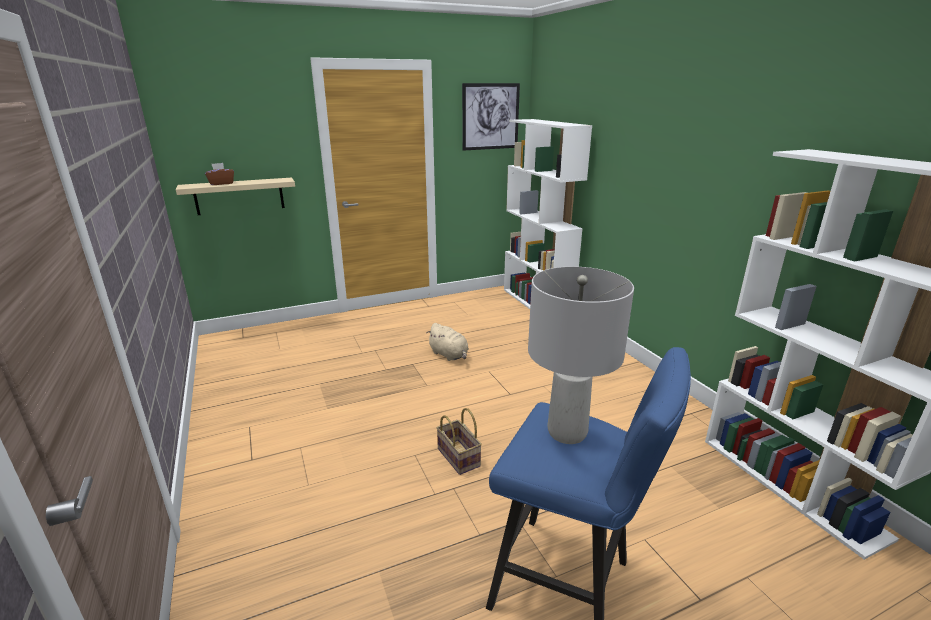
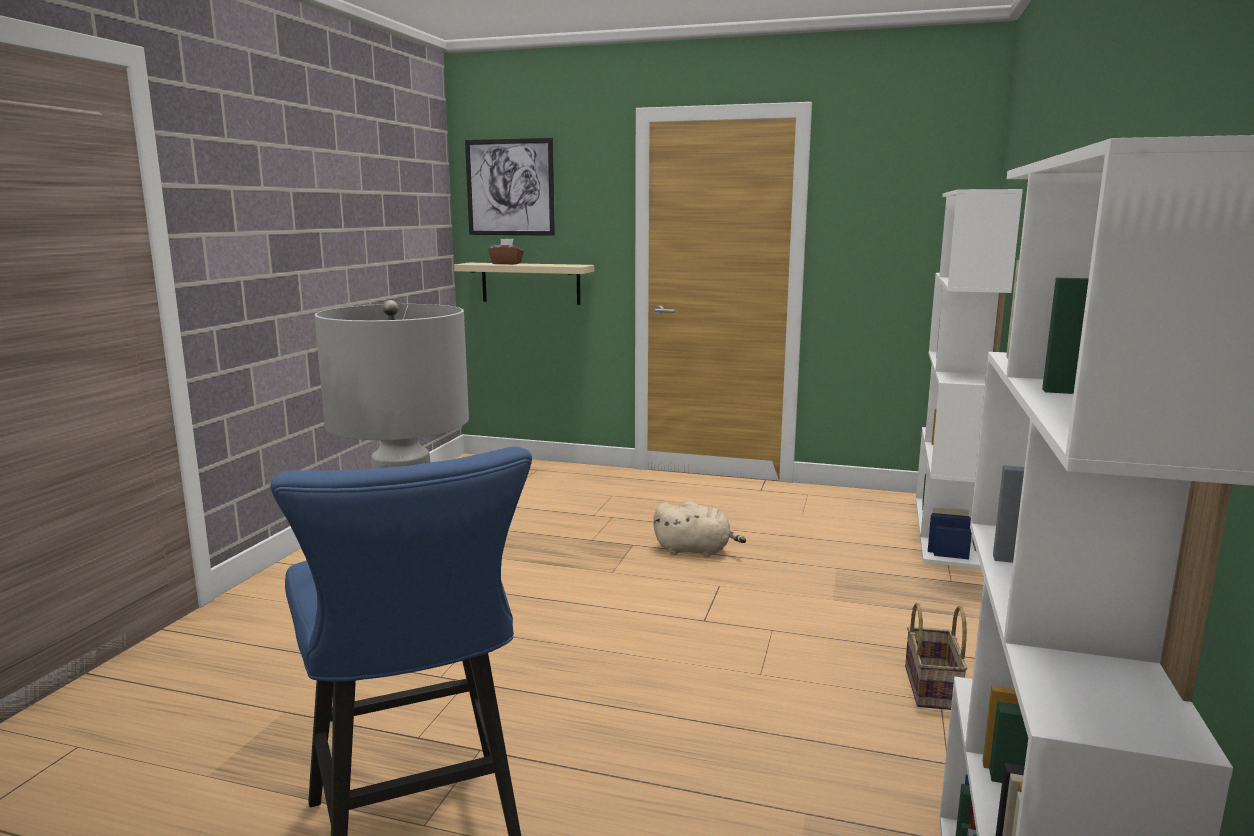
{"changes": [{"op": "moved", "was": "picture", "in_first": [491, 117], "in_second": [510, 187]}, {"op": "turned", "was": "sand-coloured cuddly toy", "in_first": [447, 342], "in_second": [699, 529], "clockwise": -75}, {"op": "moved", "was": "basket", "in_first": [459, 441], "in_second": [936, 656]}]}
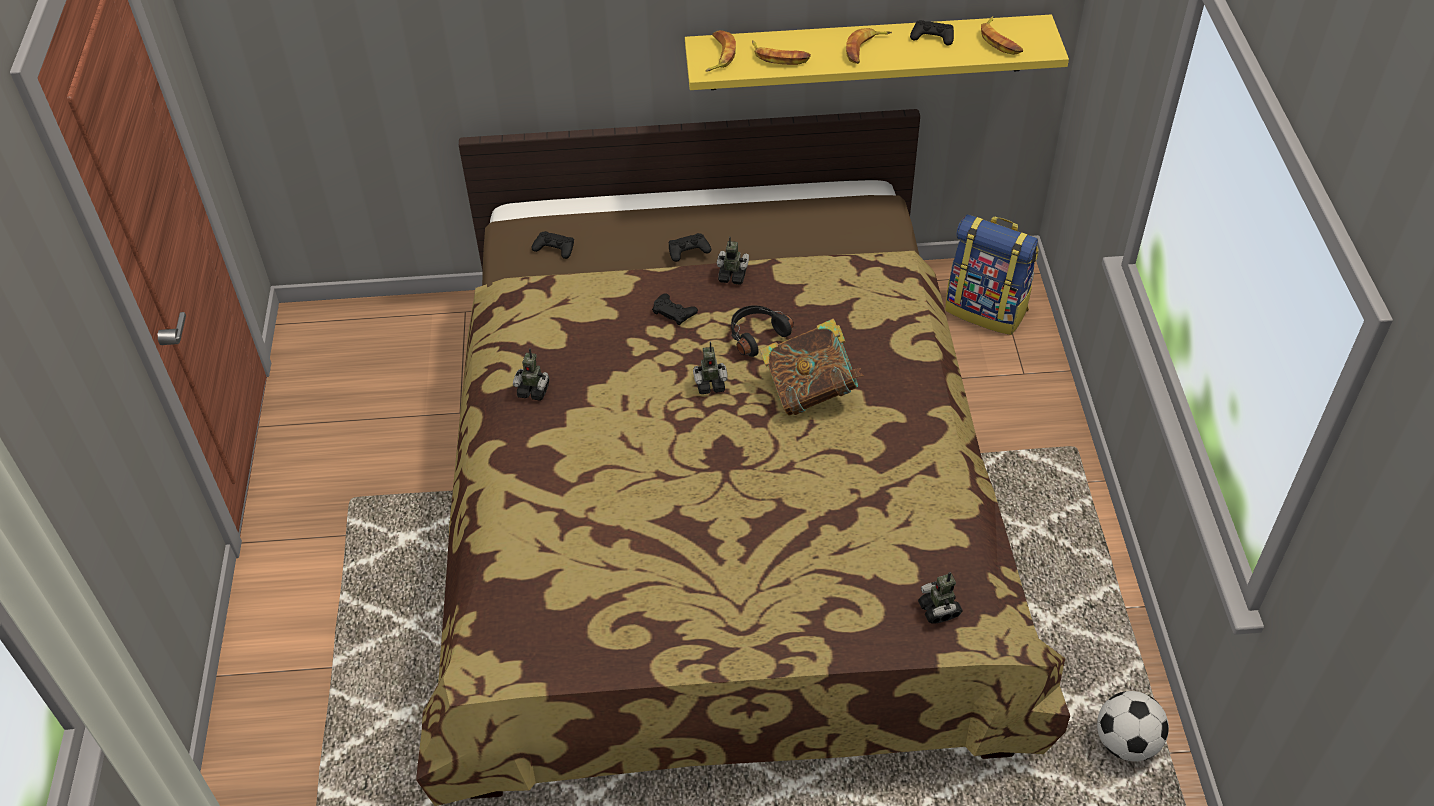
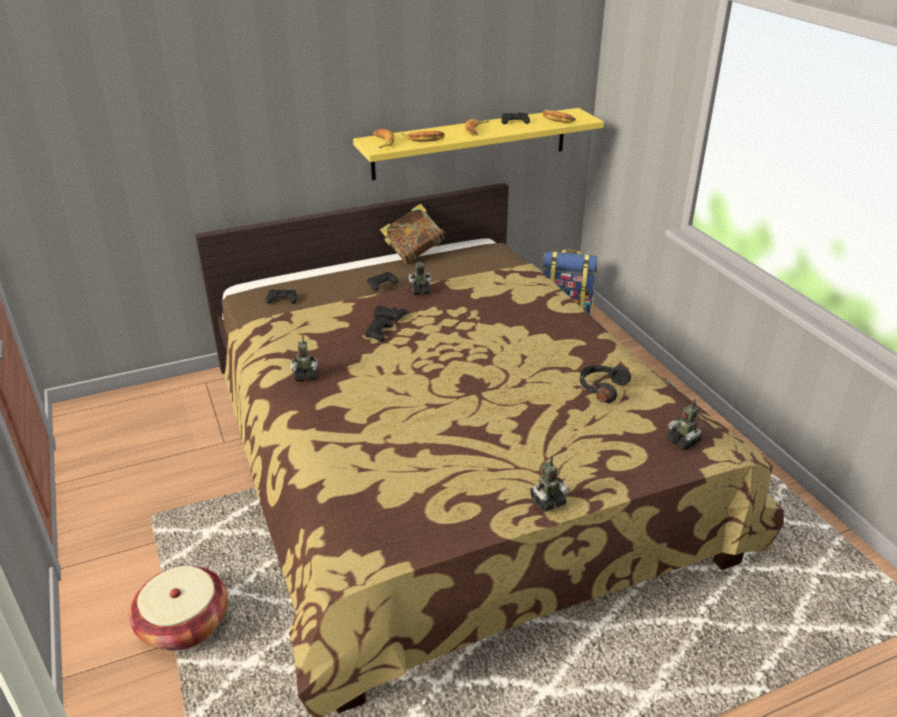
{"changes": [{"op": "added", "now": "basket", "in_second": [178, 608]}, {"op": "added", "now": "blackish gamepad", "in_second": [379, 329]}, {"op": "moved", "was": "book", "in_first": [811, 367], "in_second": [413, 234]}, {"op": "moved", "was": "model robot", "in_first": [710, 368], "in_second": [549, 483]}, {"op": "moved", "was": "blackish pair of headphones", "in_first": [762, 331], "in_second": [605, 384]}, {"op": "removed", "was": "football ball", "in_first": [1133, 726]}]}
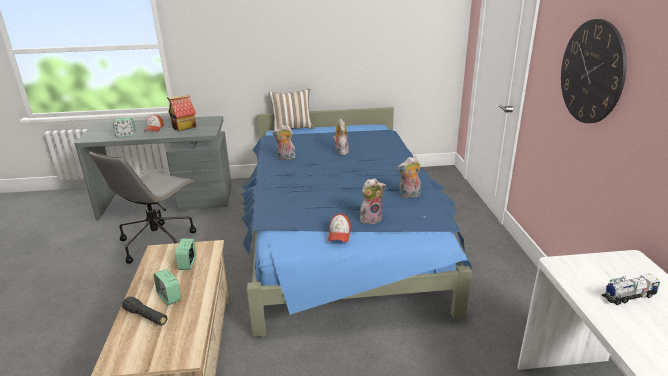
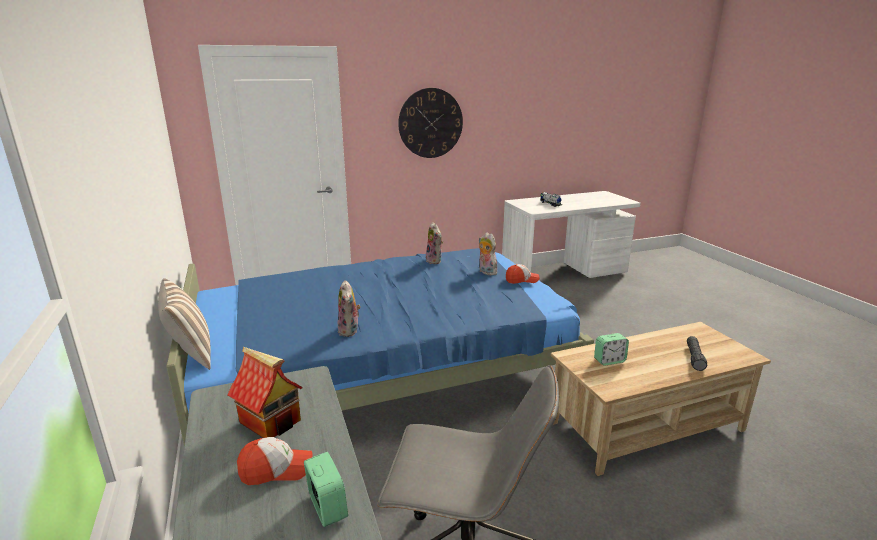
{"changes": [{"op": "removed", "was": "alarm clock", "in_first": [167, 287]}, {"op": "removed", "was": "cuddly toy", "in_first": [341, 137]}]}
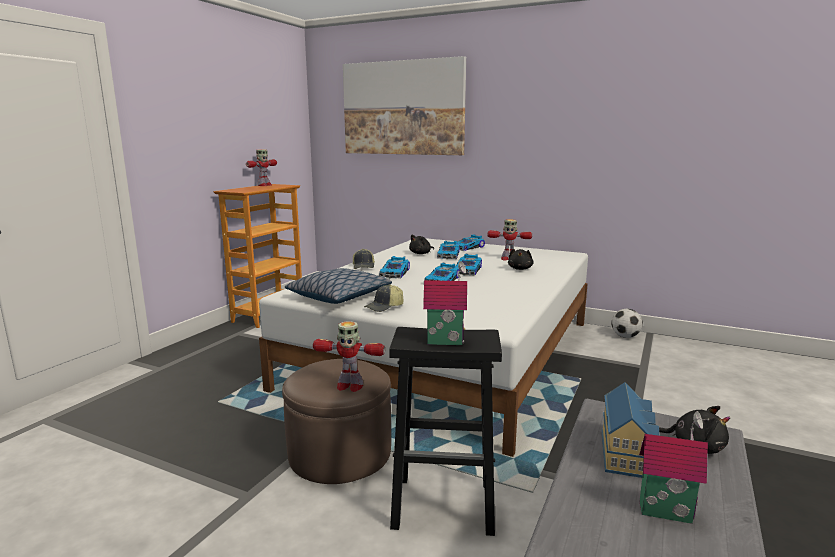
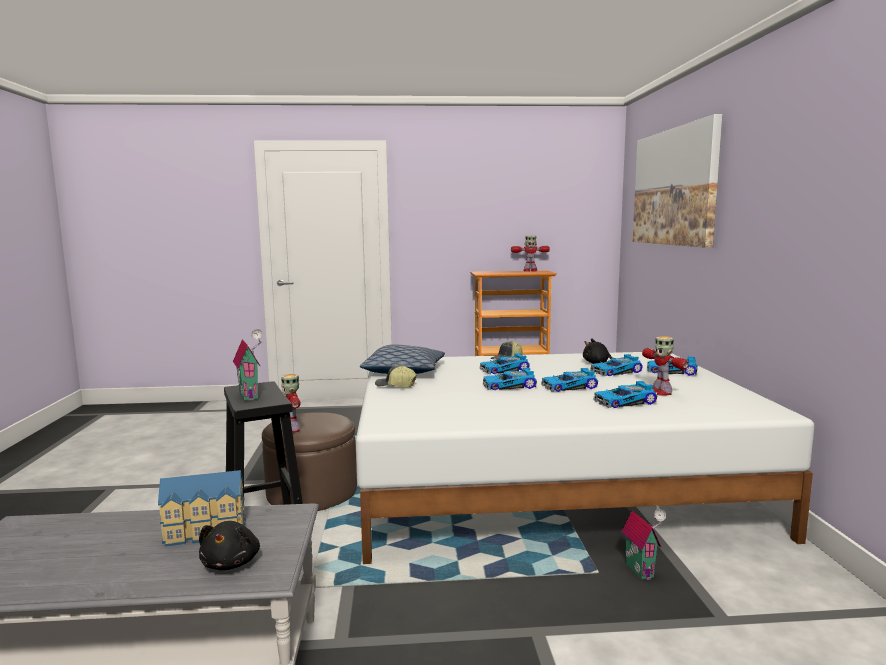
{"changes": [{"op": "replaced", "was": "blackish cuddly toy", "now": "model car", "in_first": [521, 259], "in_second": [625, 394]}, {"op": "moved", "was": "model house", "in_first": [674, 467], "in_second": [644, 544]}, {"op": "removed", "was": "football ball", "in_first": [627, 323]}]}
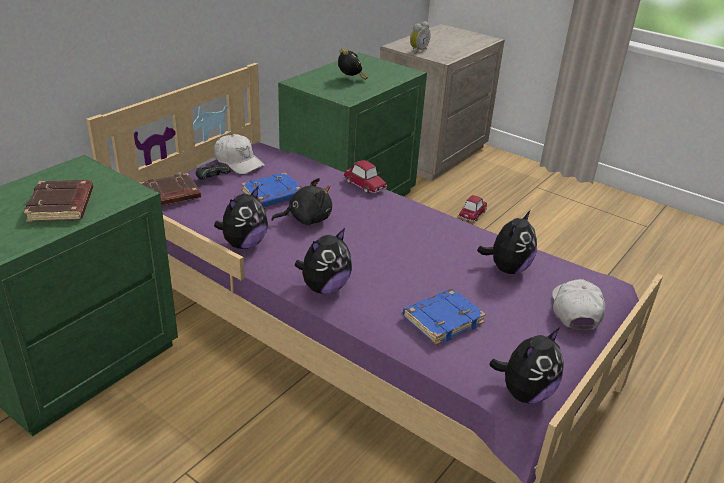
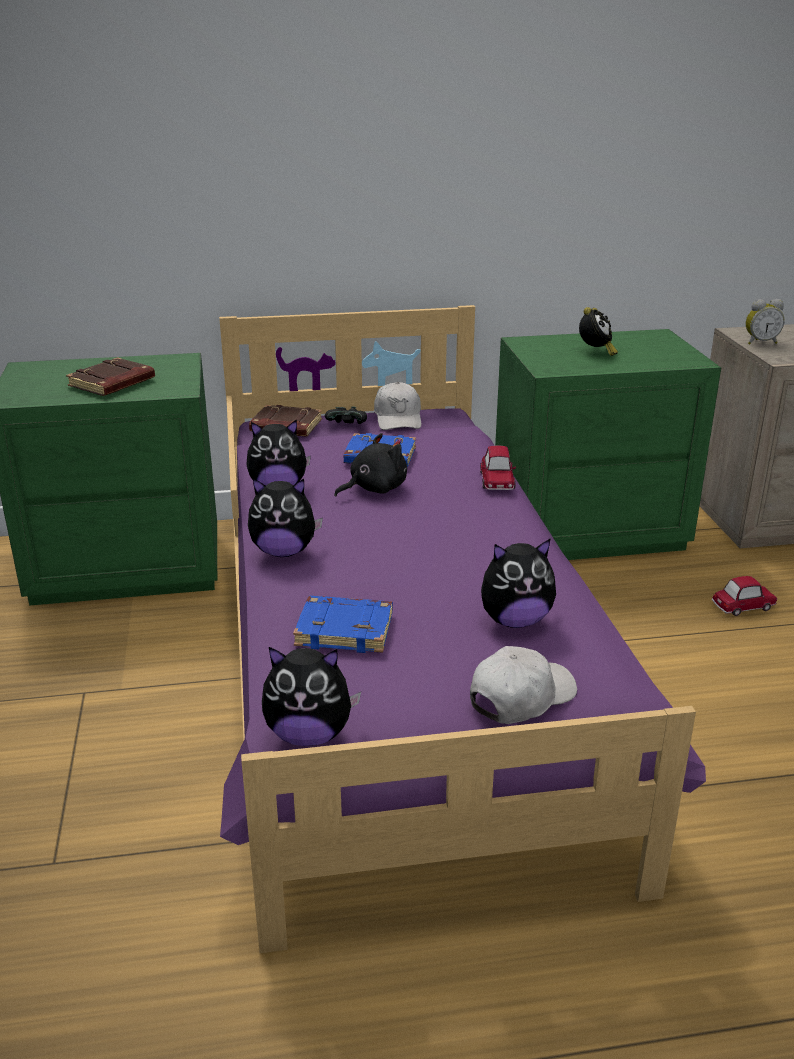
{"changes": [{"op": "turned", "was": "blackish cuddly toy", "in_first": [301, 201], "in_second": [370, 465], "clockwise": -60}]}
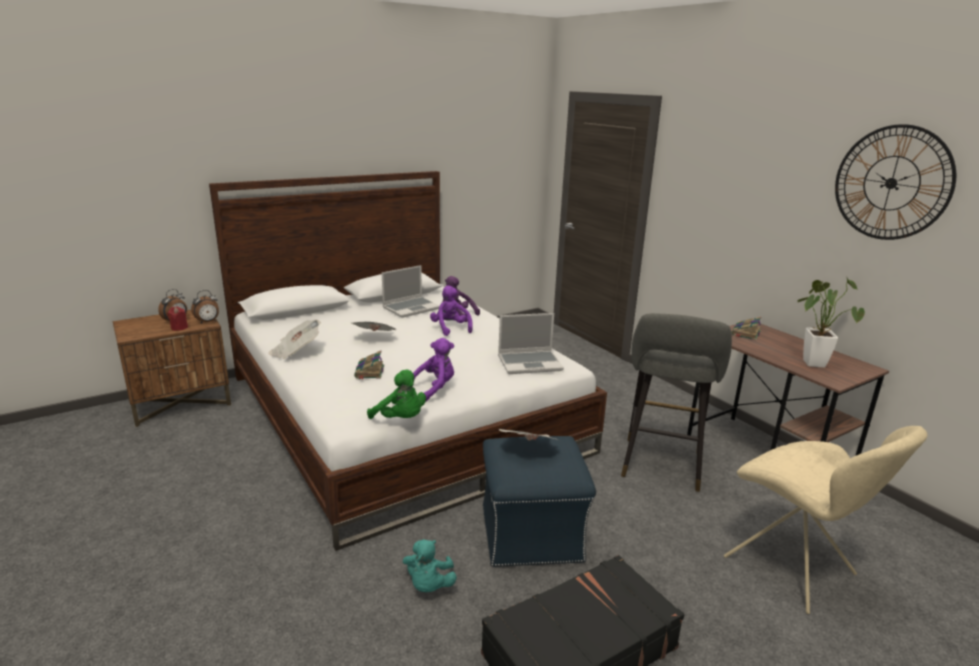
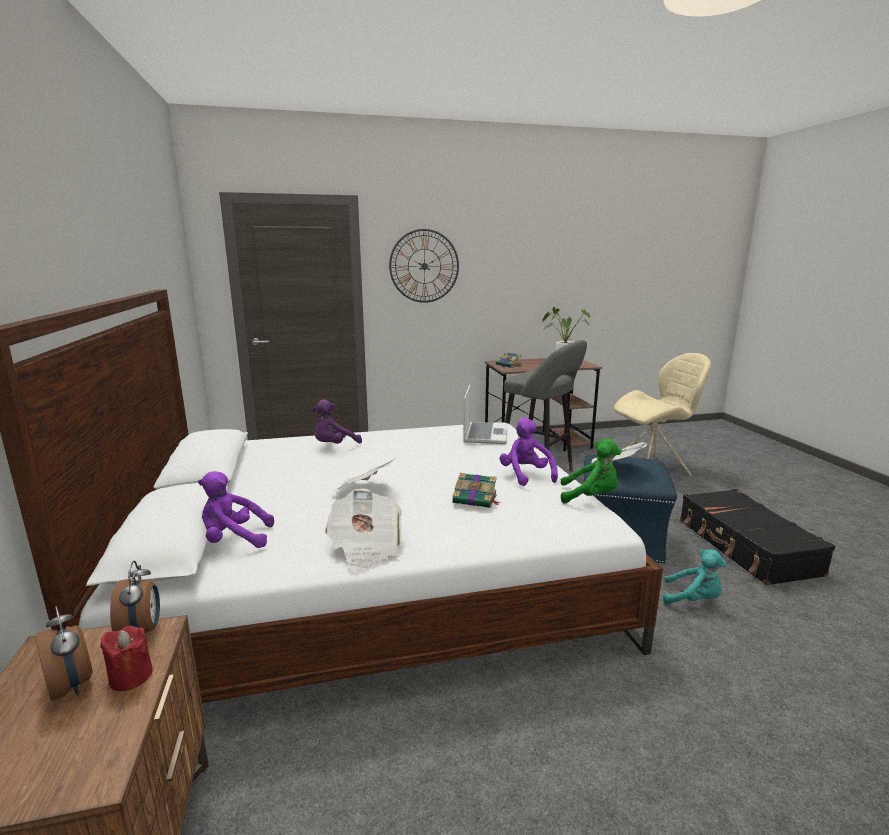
{"changes": [{"op": "moved", "was": "purple-coloured cuddly toy", "in_first": [451, 311], "in_second": [236, 509]}, {"op": "moved", "was": "clock on the wall", "in_first": [895, 182], "in_second": [424, 266]}, {"op": "turned", "was": "green-coloured cuddly toy", "in_first": [396, 394], "in_second": [591, 471], "clockwise": 45}, {"op": "removed", "was": "laptop", "in_first": [411, 291]}]}
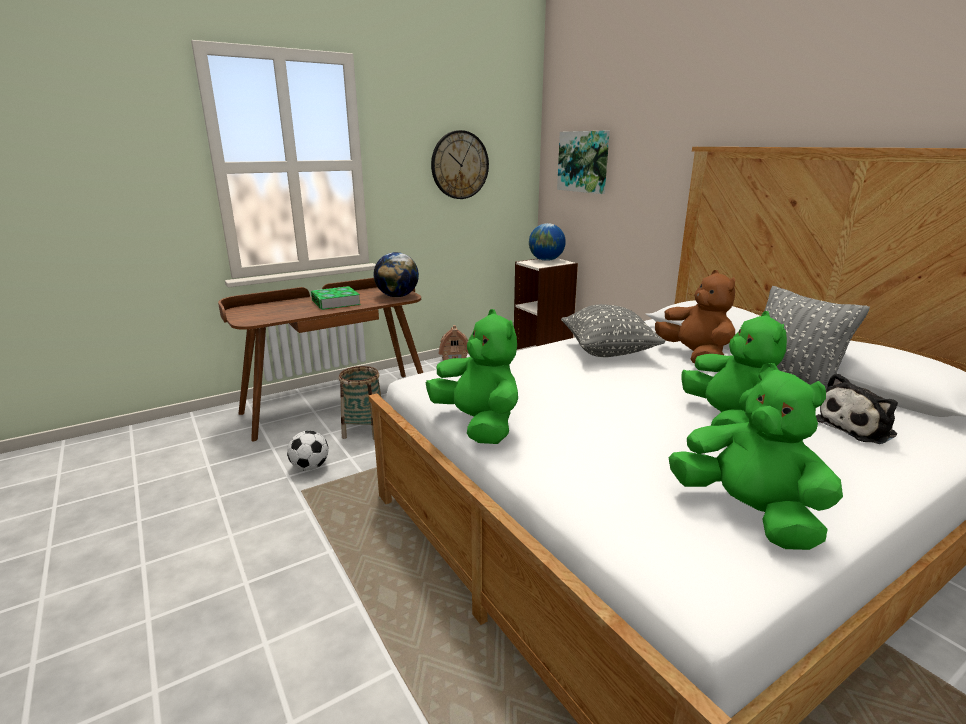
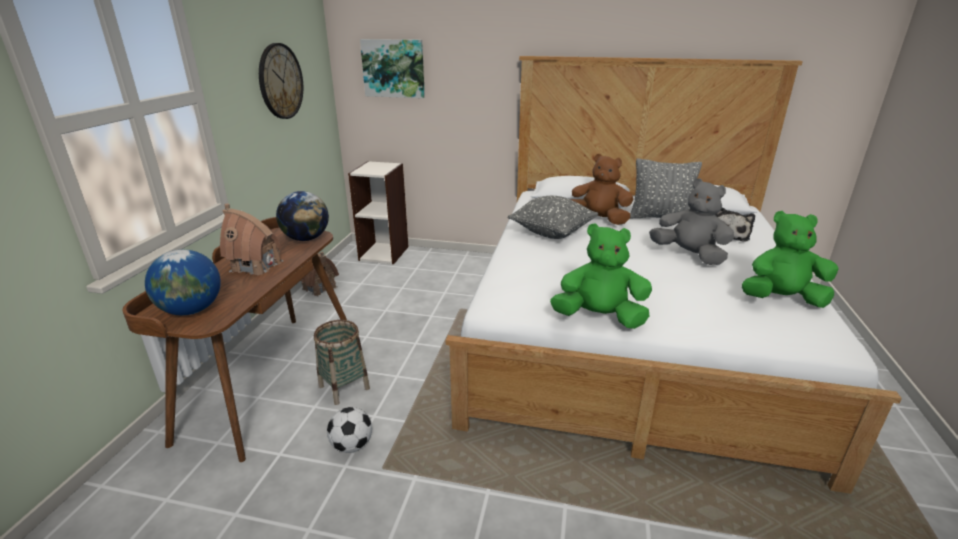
{"changes": [{"op": "moved", "was": "desk globe", "in_first": [547, 242], "in_second": [183, 282]}, {"op": "replaced", "was": "book", "now": "model house", "in_first": [336, 298], "in_second": [251, 240]}, {"op": "recoloured", "was": "green-coloured cuddly toy", "now": "greyish cuddly toy", "in_first": [734, 368], "in_second": [691, 222]}]}
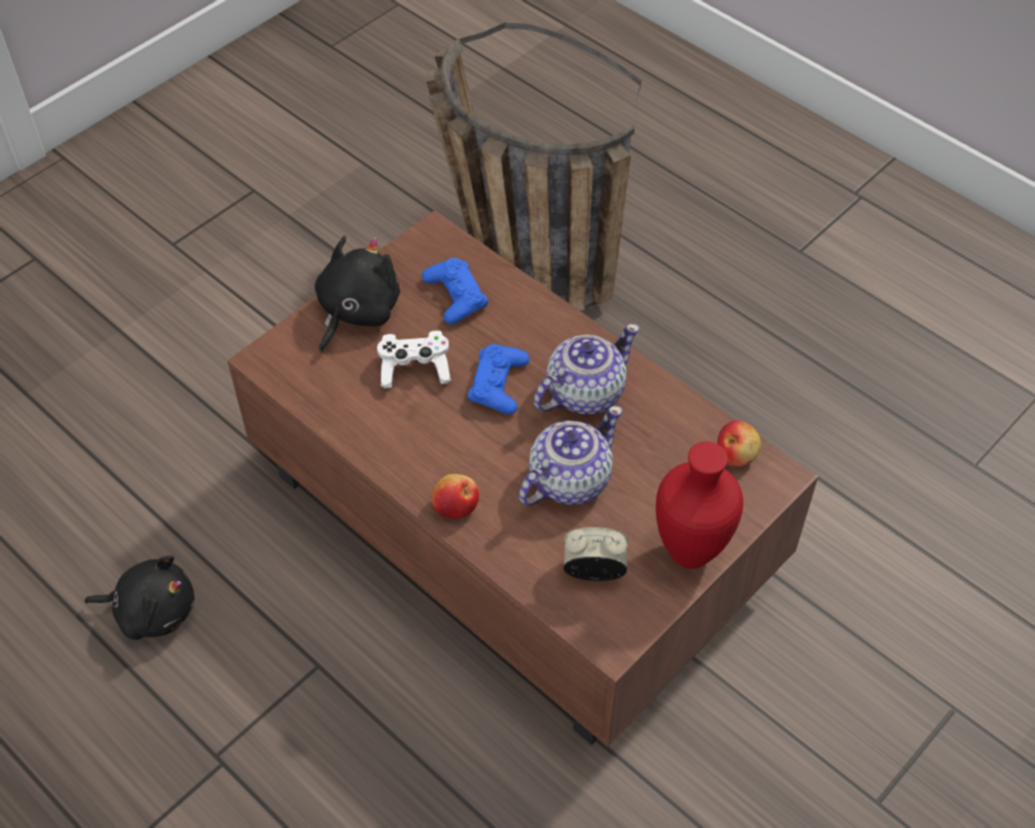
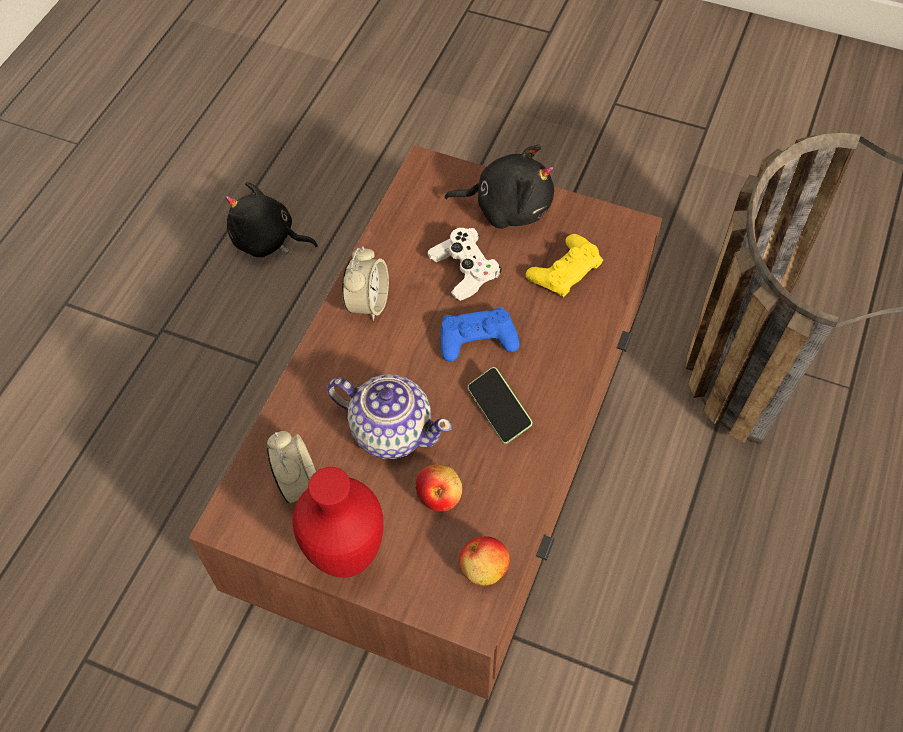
{"changes": [{"op": "turned", "was": "blackish cuddly toy", "in_first": [140, 597], "in_second": [272, 219], "clockwise": 120}, {"op": "added", "now": "alarm clock", "in_second": [365, 283]}, {"op": "moved", "was": "apple", "in_first": [455, 496], "in_second": [439, 488]}, {"op": "replaced", "was": "tea pot", "now": "telephone", "in_first": [586, 369], "in_second": [500, 405]}, {"op": "recoloured", "was": "blue gamepad", "now": "yellow gamepad", "in_first": [455, 291], "in_second": [564, 265]}]}
